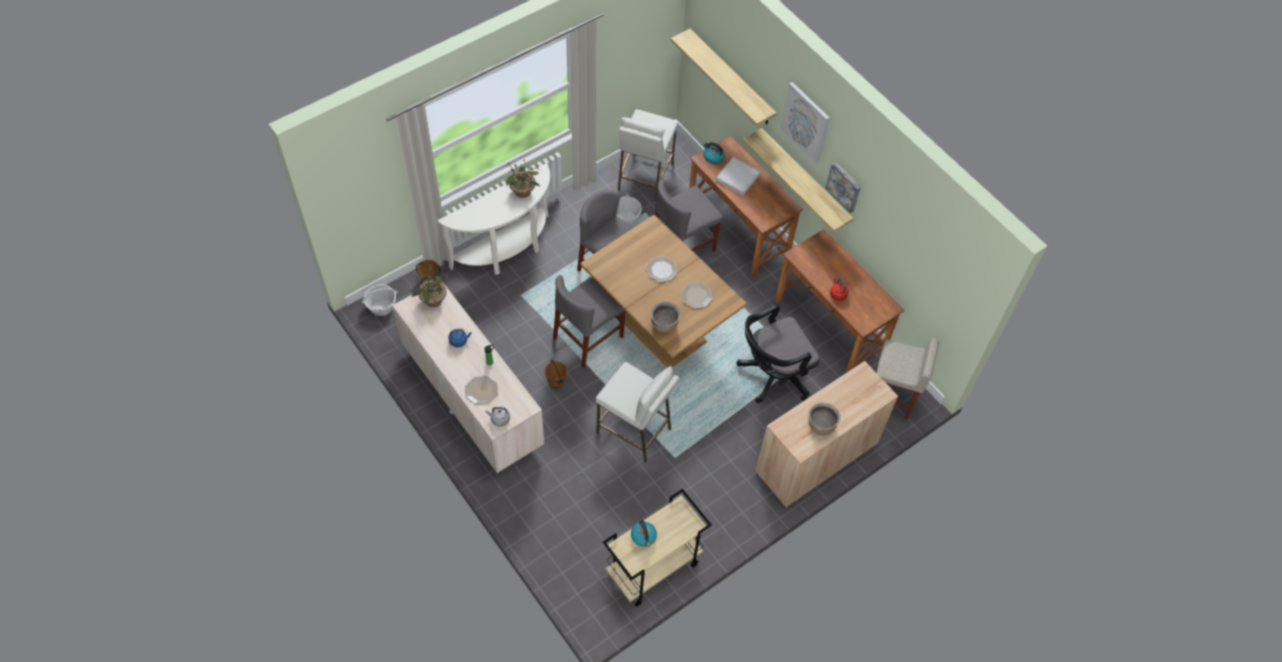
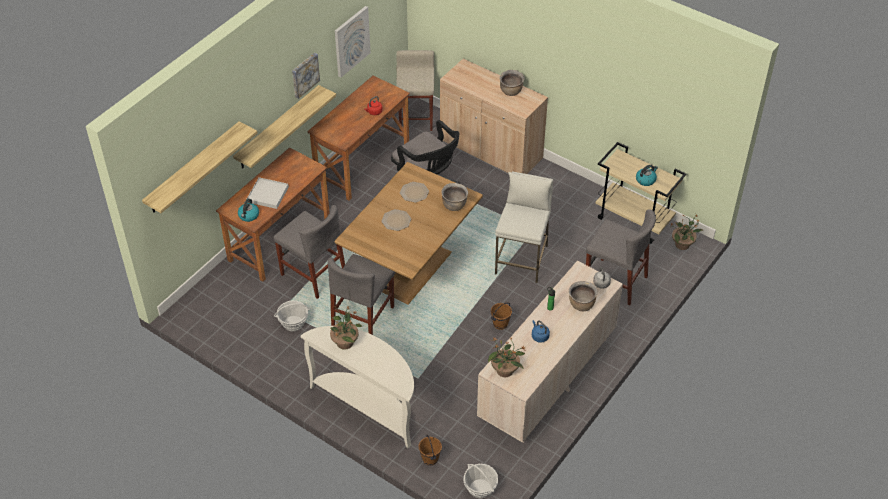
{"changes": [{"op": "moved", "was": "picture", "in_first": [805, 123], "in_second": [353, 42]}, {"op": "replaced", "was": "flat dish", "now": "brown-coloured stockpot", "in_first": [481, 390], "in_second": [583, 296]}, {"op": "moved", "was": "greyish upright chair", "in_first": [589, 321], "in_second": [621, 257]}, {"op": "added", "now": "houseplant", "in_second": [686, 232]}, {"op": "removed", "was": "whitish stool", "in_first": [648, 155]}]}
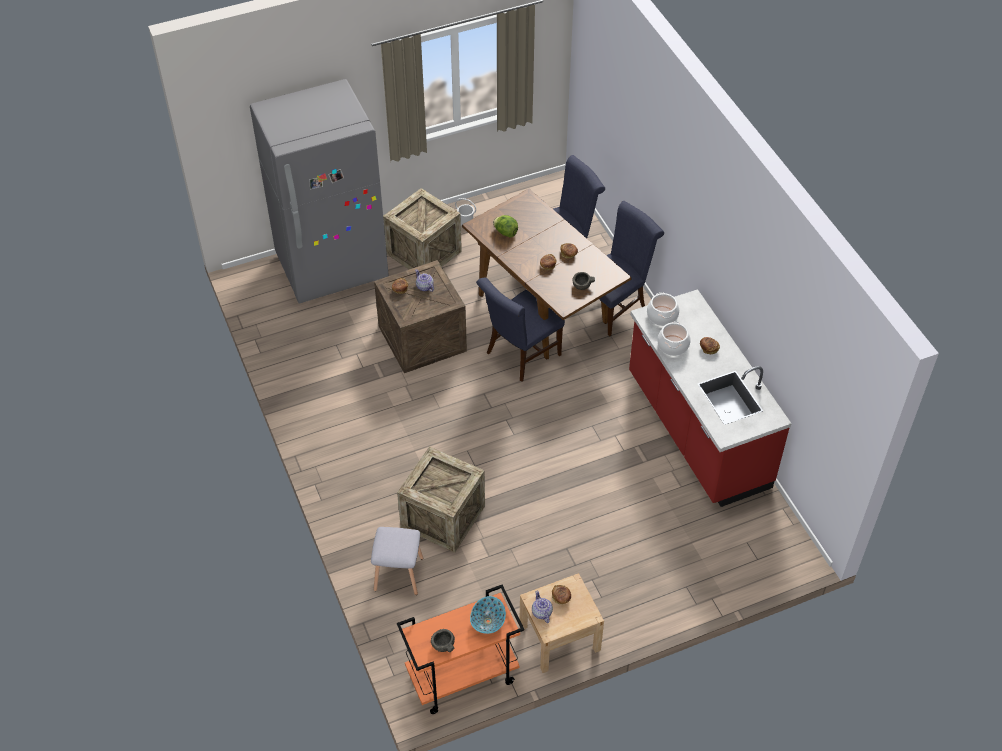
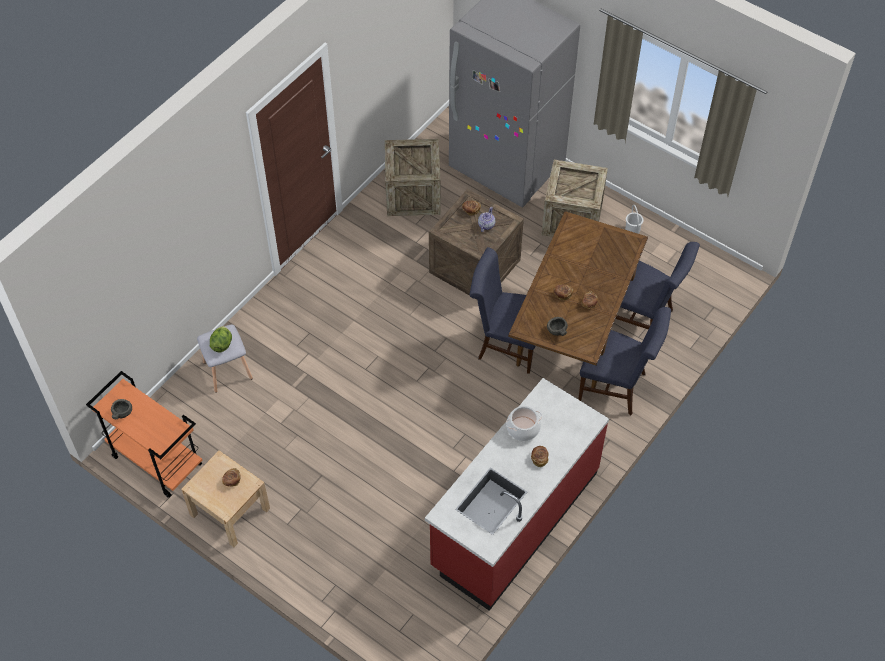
{"changes": [{"op": "moved", "was": "lettuce", "in_first": [505, 226], "in_second": [221, 339]}, {"op": "moved", "was": "shipping crate", "in_first": [441, 499], "in_second": [412, 177]}, {"op": "removed", "was": "deep dish", "in_first": [488, 615]}, {"op": "removed", "was": "tea pot", "in_first": [542, 606]}, {"op": "removed", "was": "stockpot", "in_first": [663, 309]}]}
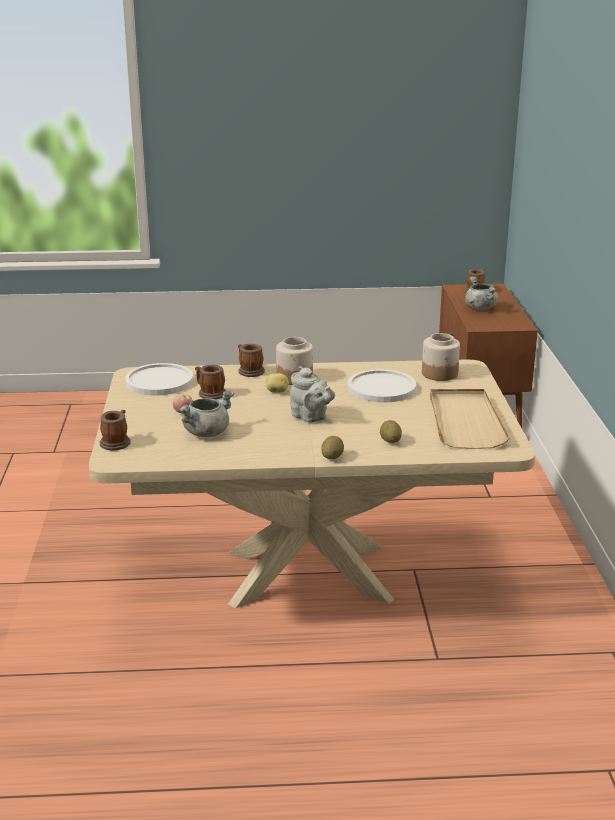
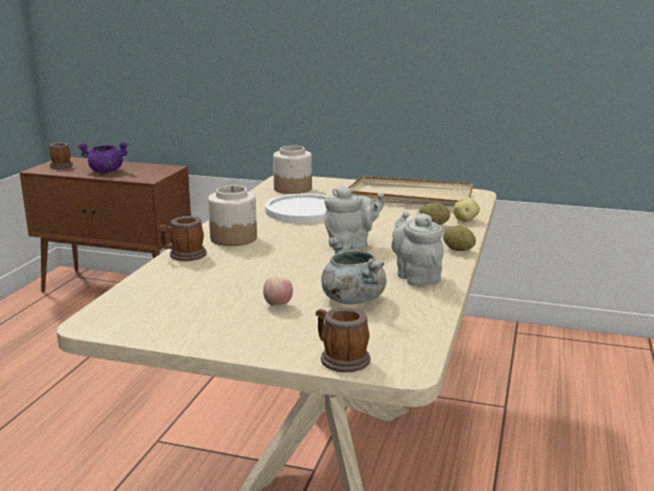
{"changes": [{"op": "recoloured", "was": "greyish stockpot", "now": "purple-coloured stockpot", "in_first": [481, 293], "in_second": [103, 157]}, {"op": "added", "now": "greyish tea pot", "in_second": [418, 248]}, {"op": "moved", "was": "potato", "in_first": [277, 383], "in_second": [467, 210]}, {"op": "removed", "was": "whitish flat dish", "in_first": [159, 379]}, {"op": "removed", "was": "coffee mug", "in_first": [210, 382]}]}
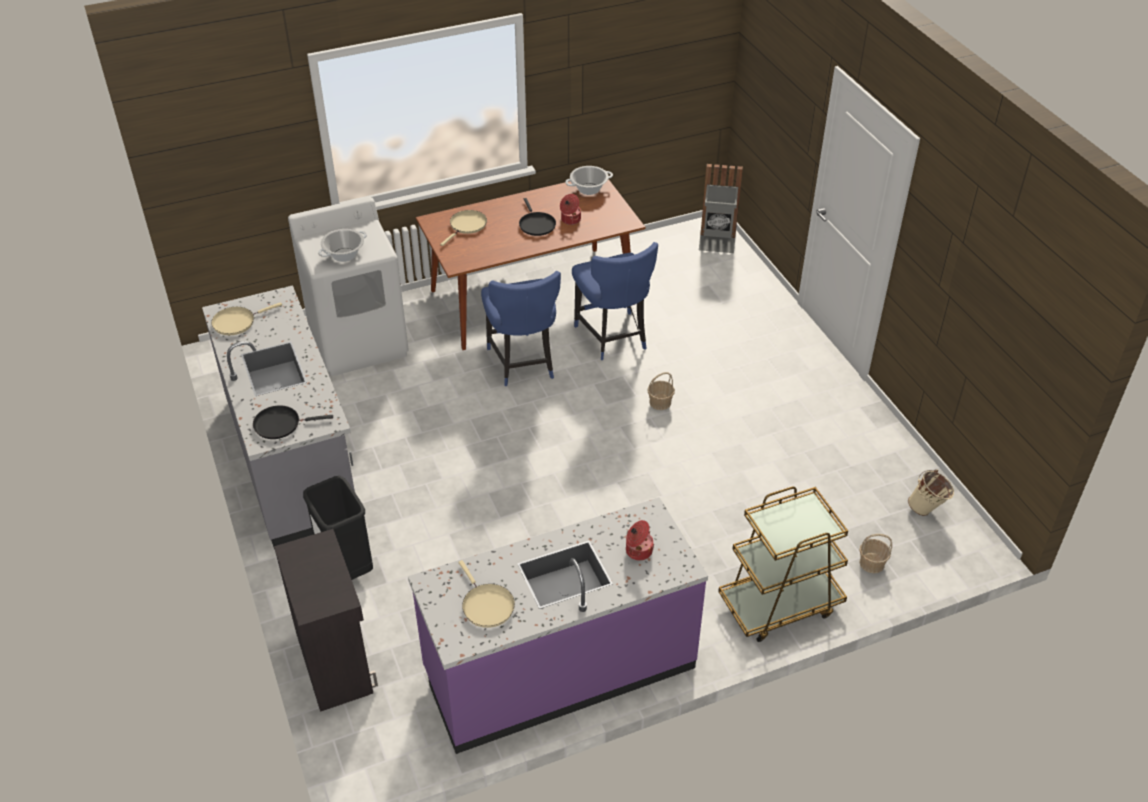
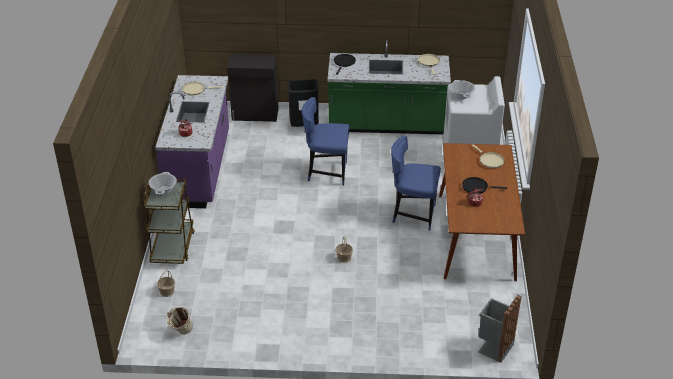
{"changes": [{"op": "moved", "was": "stockpot", "in_first": [589, 180], "in_second": [163, 183]}, {"op": "moved", "was": "blue upright chair", "in_first": [615, 301], "in_second": [325, 141]}, {"op": "recoloured", "was": "greyish counter", "now": "green-coloured counter", "in_first": [278, 416], "in_second": [389, 87]}]}
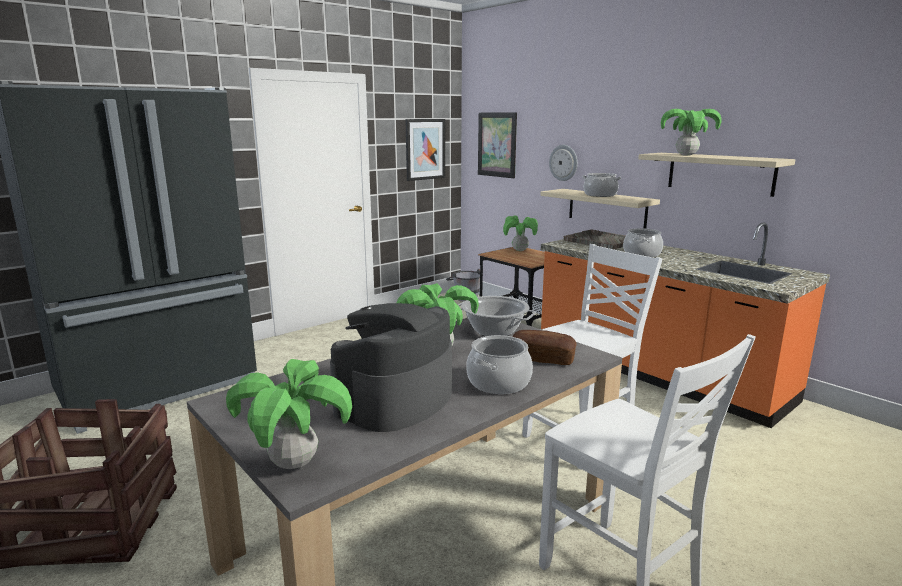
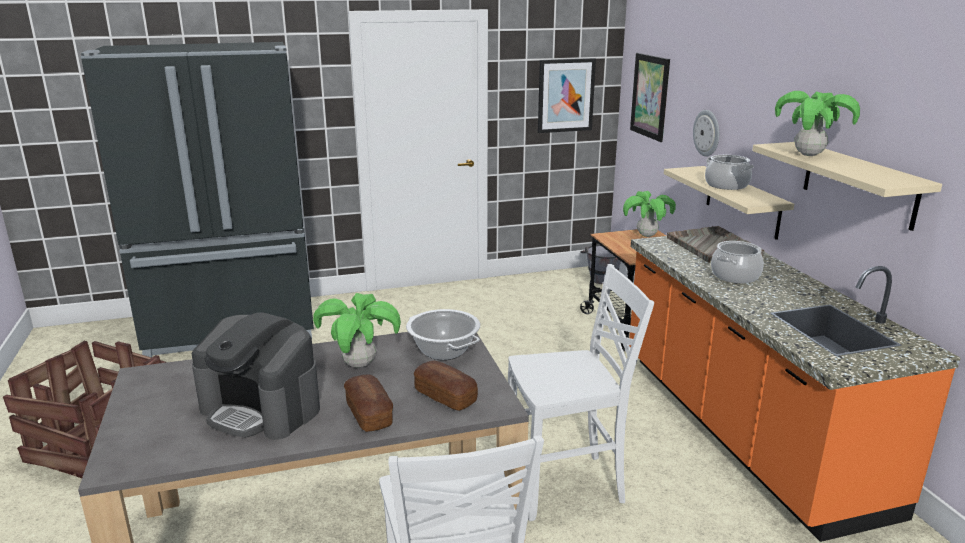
{"changes": [{"op": "turned", "was": "coffee brewer", "in_first": [391, 367], "in_second": [256, 376], "clockwise": -120}, {"op": "replaced", "was": "stockpot", "now": "bread", "in_first": [499, 364], "in_second": [368, 403]}, {"op": "removed", "was": "houseplant", "in_first": [289, 414]}]}
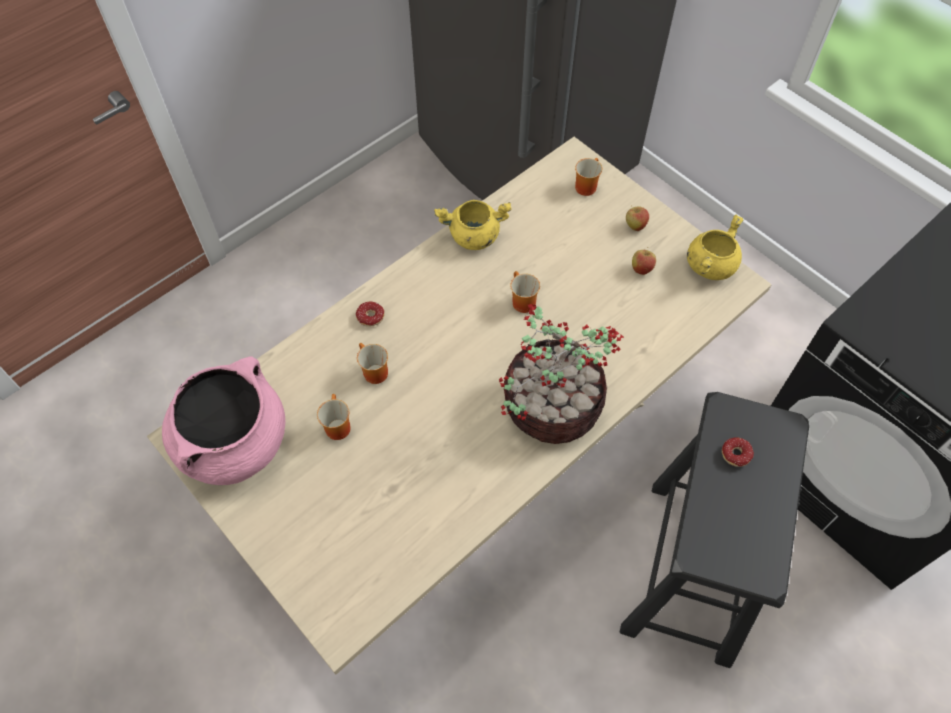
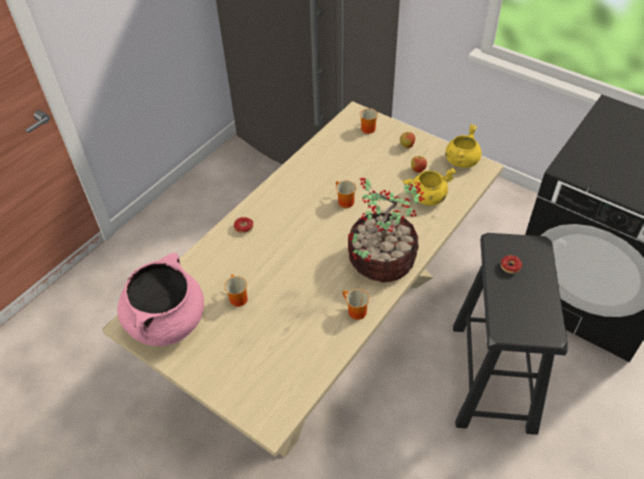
{"changes": [{"op": "moved", "was": "coffee mug", "in_first": [372, 363], "in_second": [355, 304]}, {"op": "moved", "was": "yellow stockpot", "in_first": [473, 225], "in_second": [429, 187]}]}
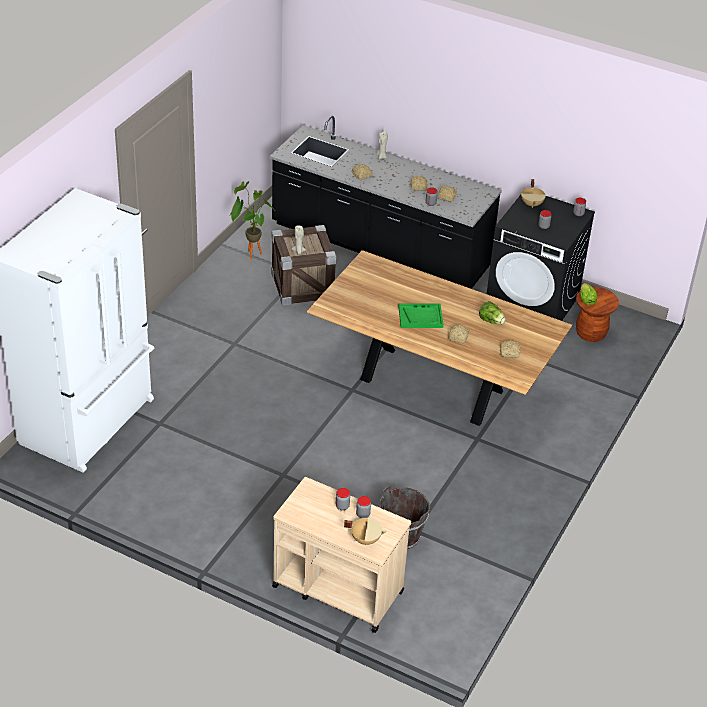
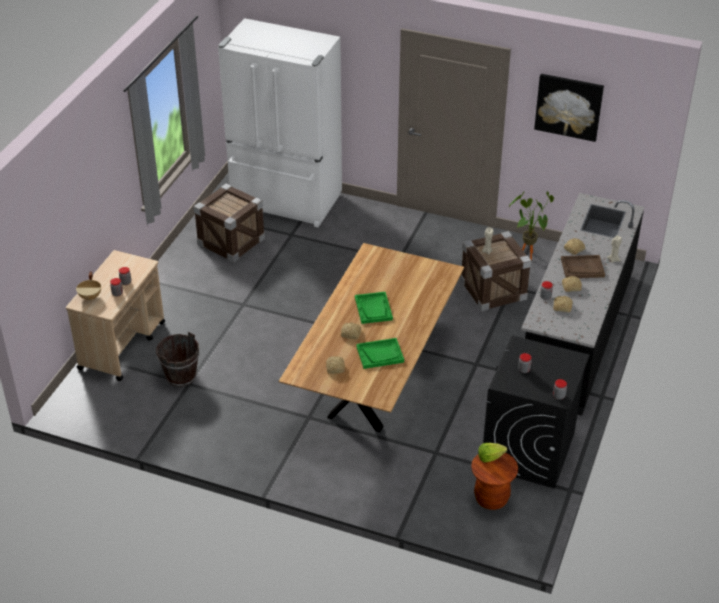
{"changes": [{"op": "added", "now": "shipping crate", "in_second": [229, 223]}, {"op": "replaced", "was": "lettuce", "now": "green-coloured carrying tray", "in_first": [492, 312], "in_second": [380, 353]}, {"op": "added", "now": "picture", "in_second": [569, 108]}, {"op": "added", "now": "brown-coloured carrying tray", "in_second": [583, 266]}, {"op": "removed", "was": "sand-coloured stockpot", "in_first": [533, 193]}]}
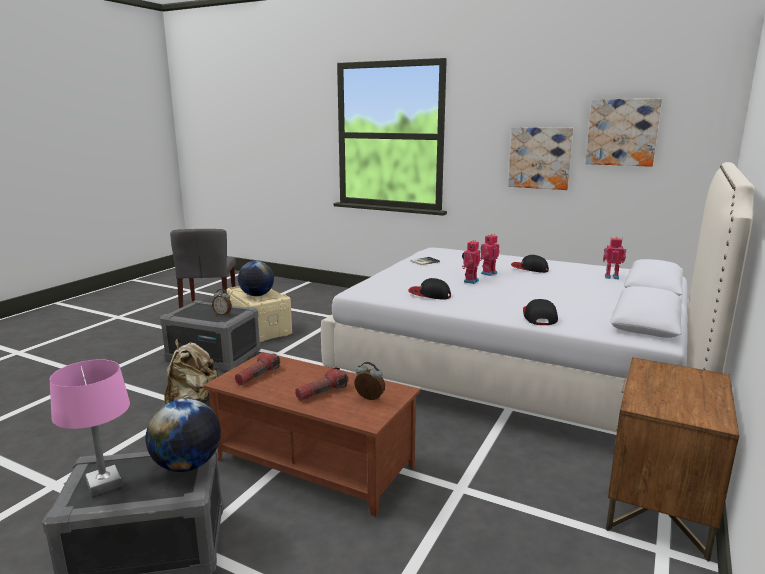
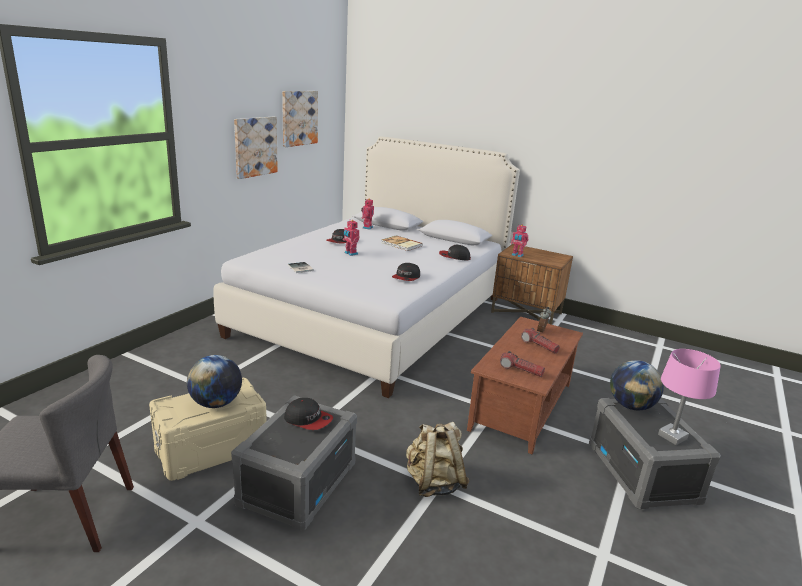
{"changes": [{"op": "replaced", "was": "alarm clock", "now": "cap", "in_first": [222, 302], "in_second": [308, 414]}, {"op": "added", "now": "book", "in_second": [402, 243]}, {"op": "moved", "was": "model robot", "in_first": [471, 262], "in_second": [519, 241]}]}
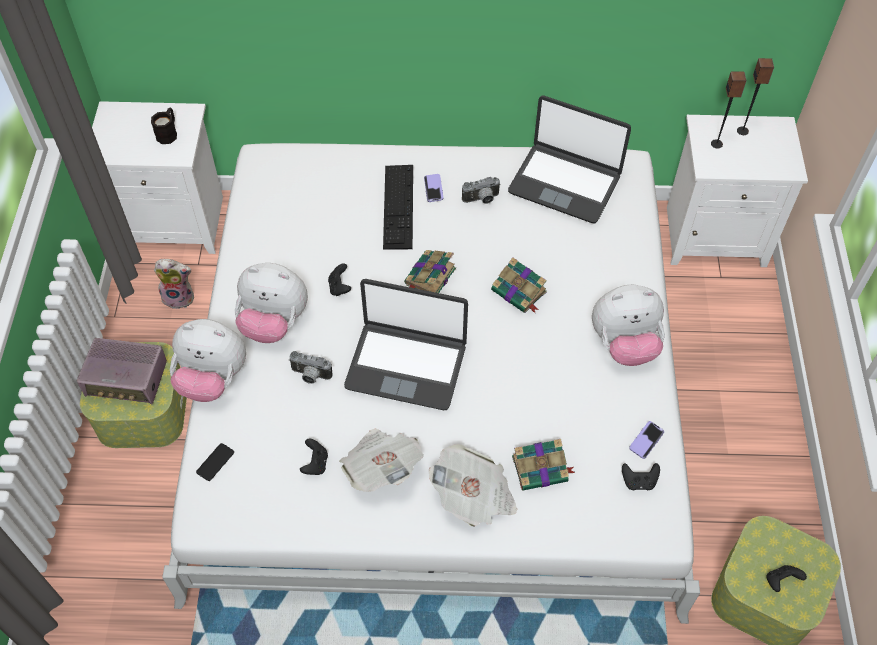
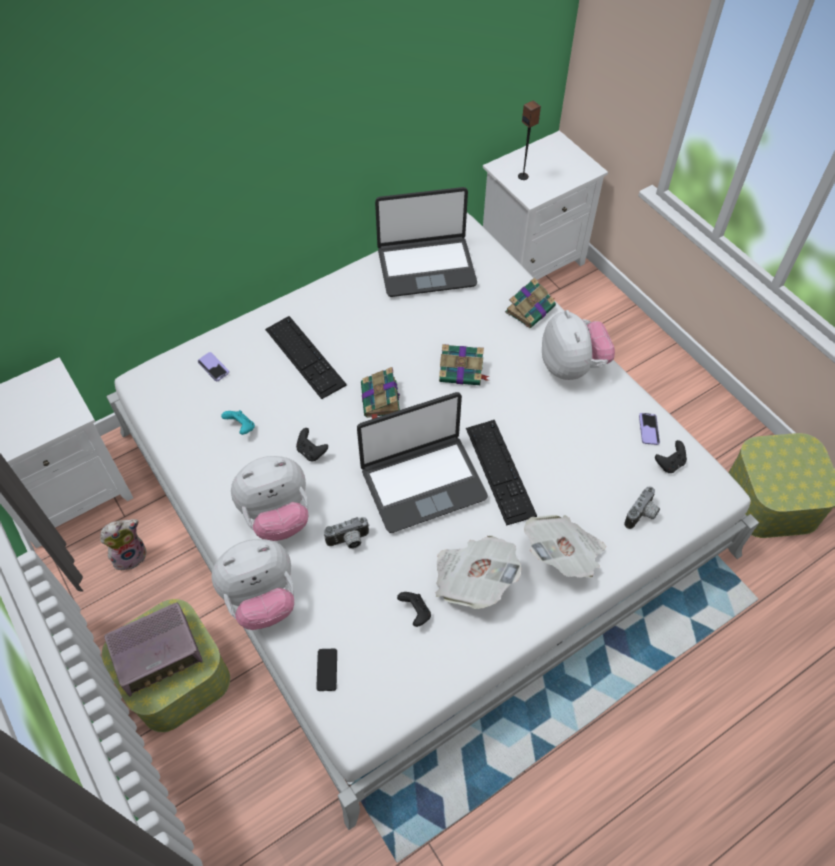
{"changes": [{"op": "moved", "was": "telephone", "in_first": [434, 188], "in_second": [213, 366]}, {"op": "added", "now": "turquoise-coloured gamepad", "in_second": [238, 422]}, {"op": "added", "now": "computer keyboard", "in_second": [501, 473]}, {"op": "moved", "was": "book", "in_first": [544, 464], "in_second": [530, 302]}, {"op": "turned", "was": "cuddly toy", "in_first": [628, 325], "in_second": [578, 345], "clockwise": -60}, {"op": "moved", "was": "photo camera", "in_first": [481, 190], "in_second": [642, 507]}, {"op": "removed", "was": "blackish coffee mug", "in_first": [164, 126]}, {"op": "removed", "was": "speaker", "in_first": [755, 96]}, {"op": "removed", "was": "blackish gamepad", "in_first": [786, 578]}]}
